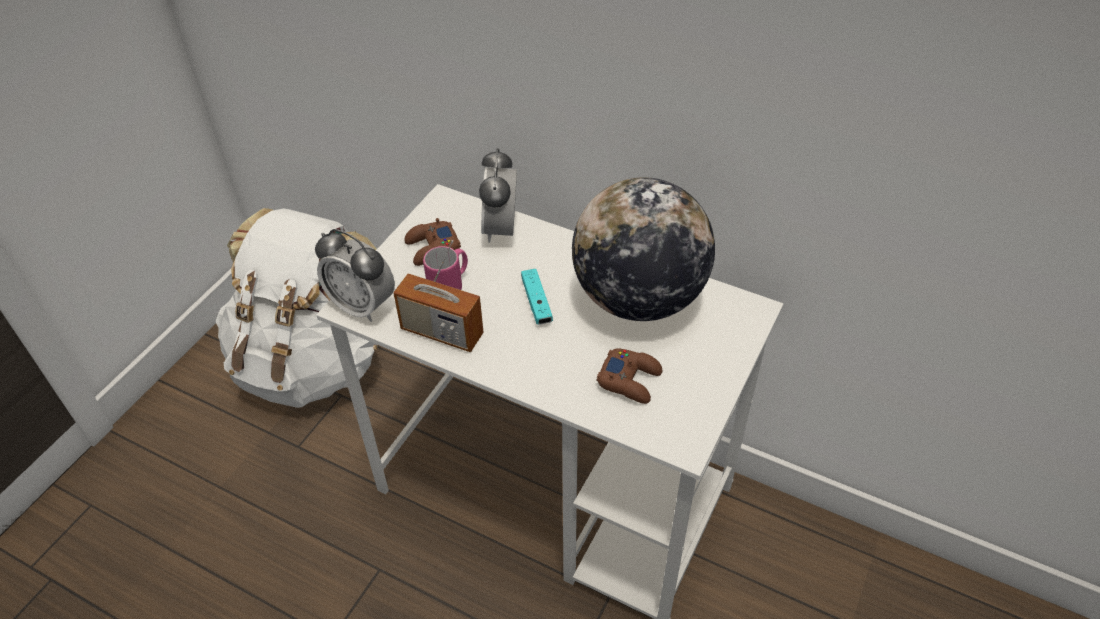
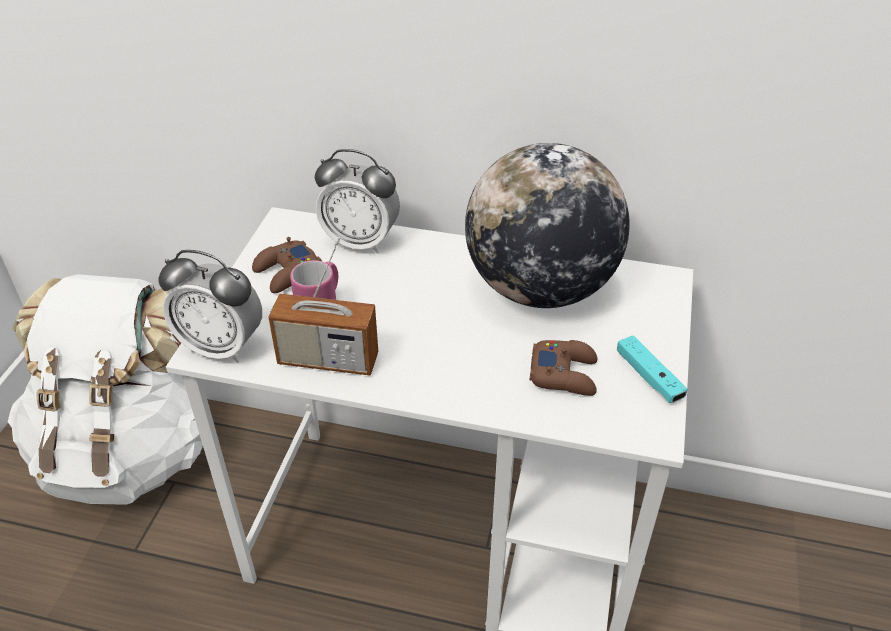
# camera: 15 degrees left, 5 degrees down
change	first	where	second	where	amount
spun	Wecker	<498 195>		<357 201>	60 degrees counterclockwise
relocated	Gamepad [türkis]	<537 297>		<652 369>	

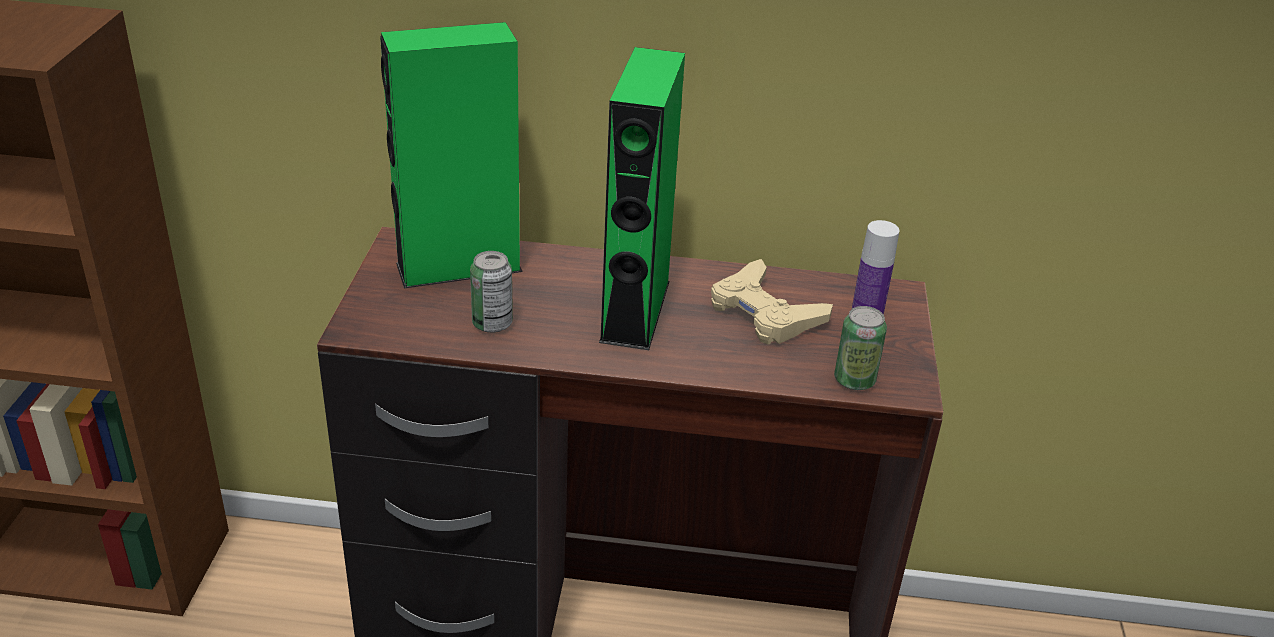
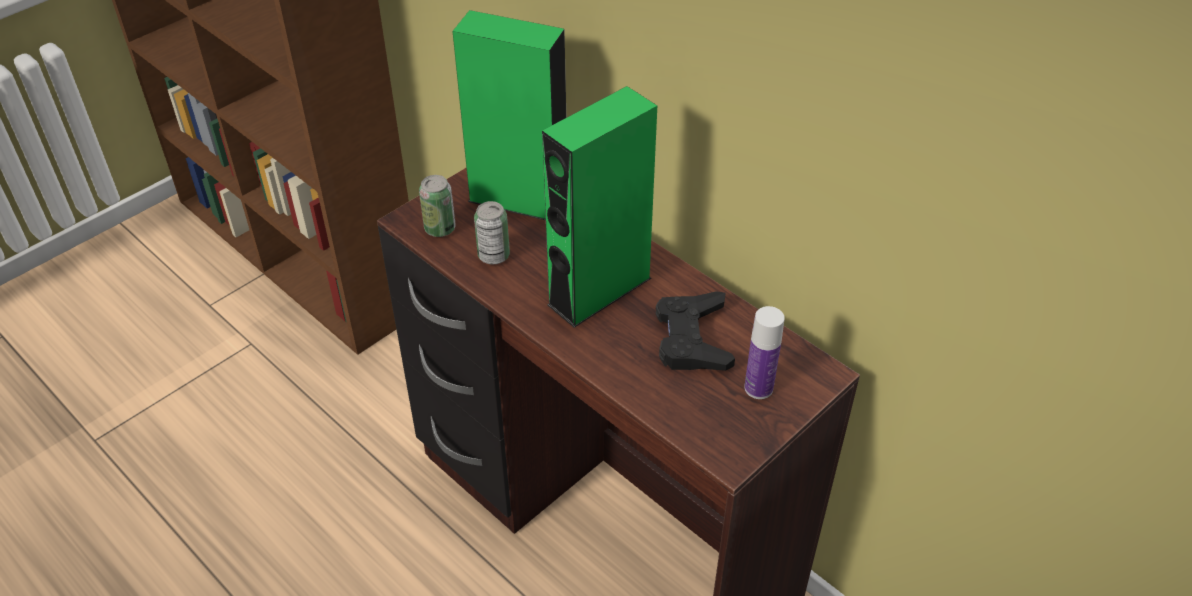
# camera: 40 degrees right, 10 degrees up
change	first	where	second	where	amount
colour	Gamepad [beige]	<772 302>	Gamepad [schwarz]	<695 331>	
relocated	Dose	<860 348>		<437 206>	

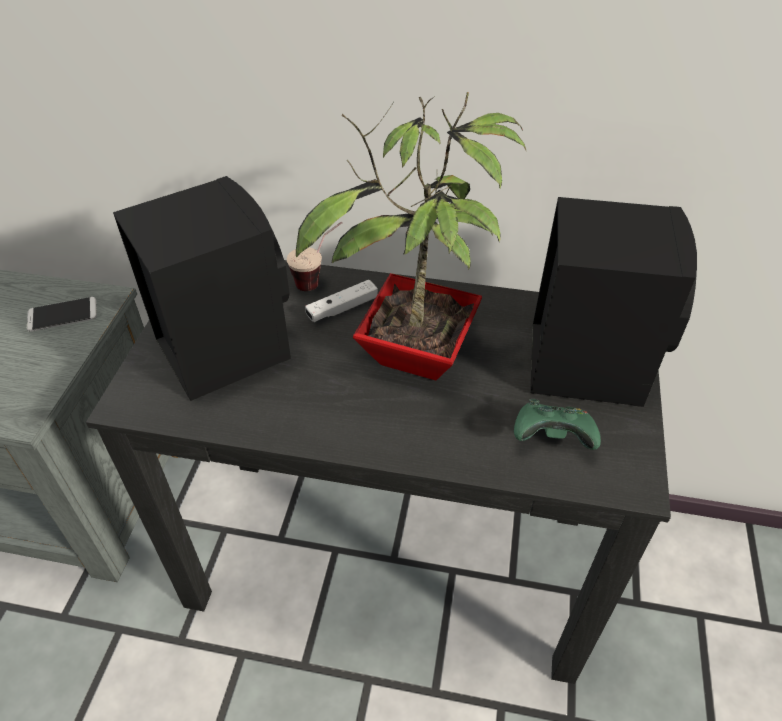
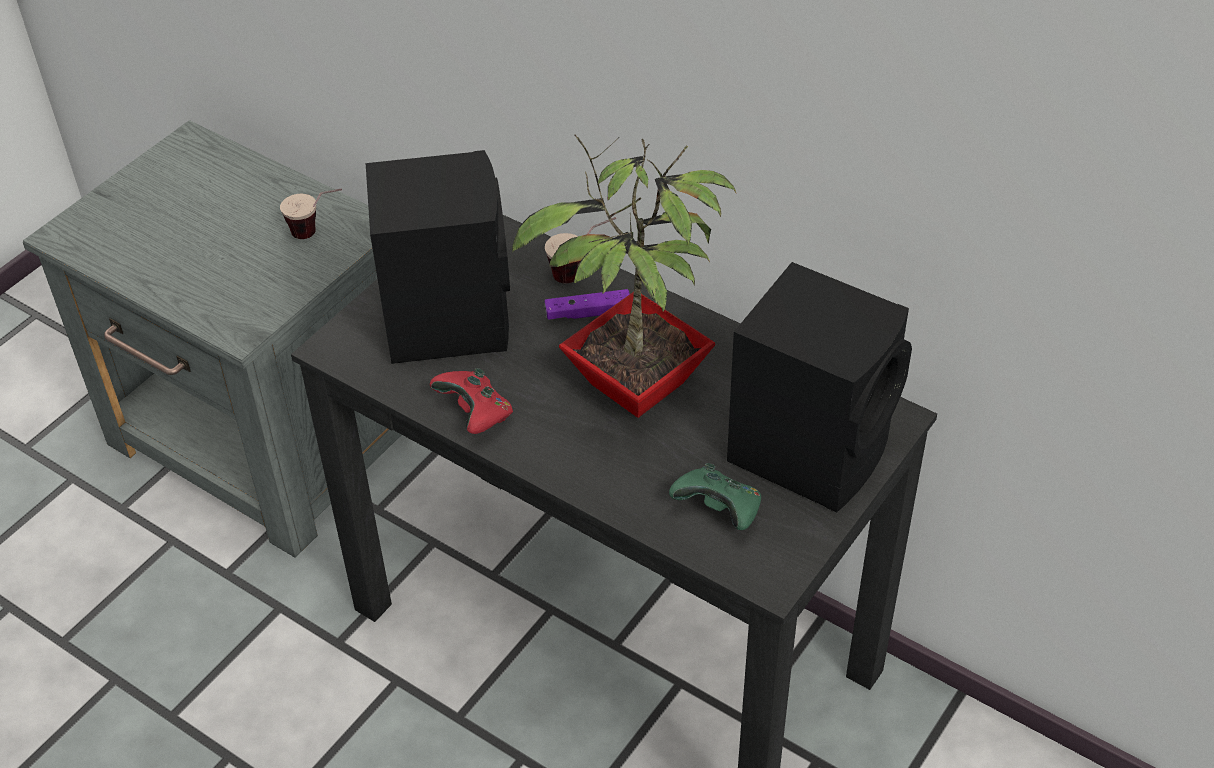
# camera: 25 degrees right, 0 degrees up
change	first	where	second	where	amount
exchanged	Handy	<62 314>	Tasse	<311 213>	
colour	Gamepad [weiß]	<341 301>	Gamepad [lila]	<587 304>	
appeared			Gamepad [rot]	<471 401>	

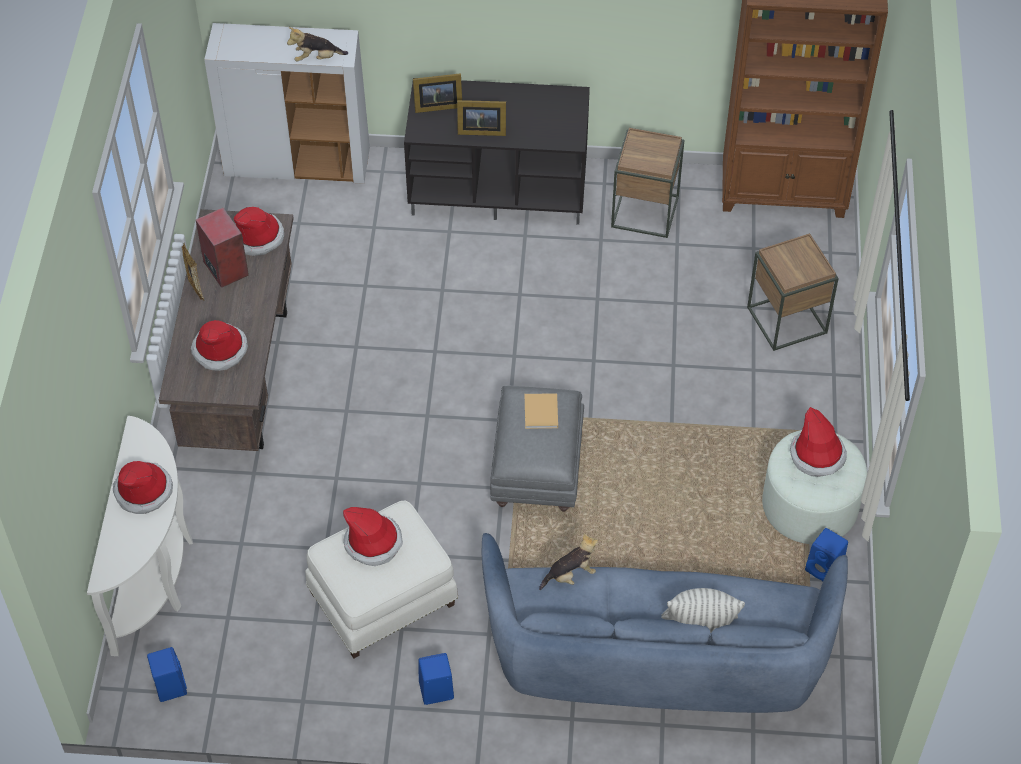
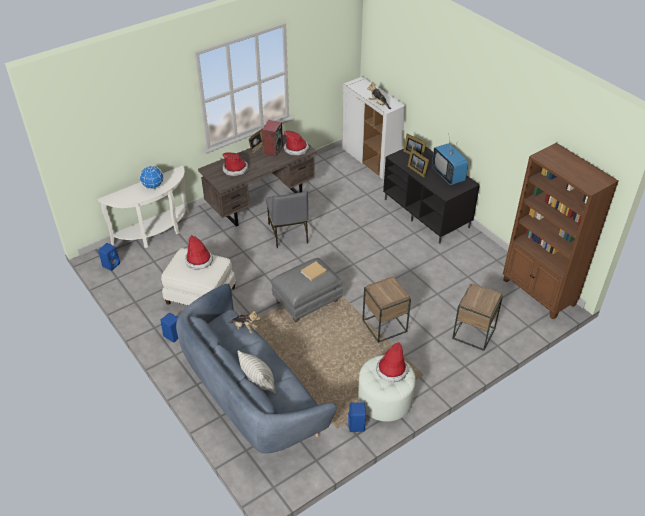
# camera: 50 degrees right, 10 degrees down
change	first	where	second	where	amount
exchanged	Hut	<143 487>	Globus	<152 177>	
relocated	Beistelltisch [braun]	<647 183>		<386 309>	
appeared			Stuhl [grau]	<287 219>	
appeared			Fernseher	<450 162>	

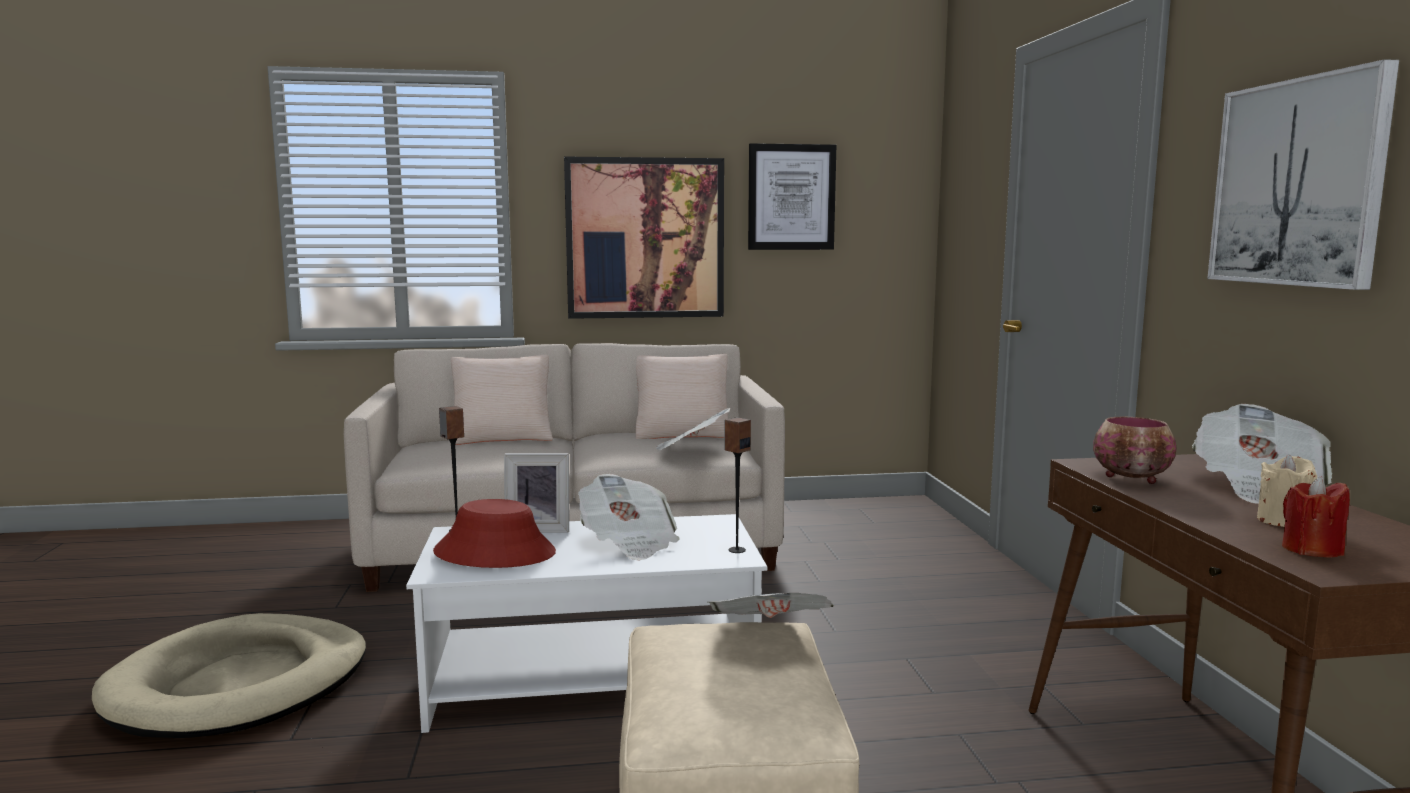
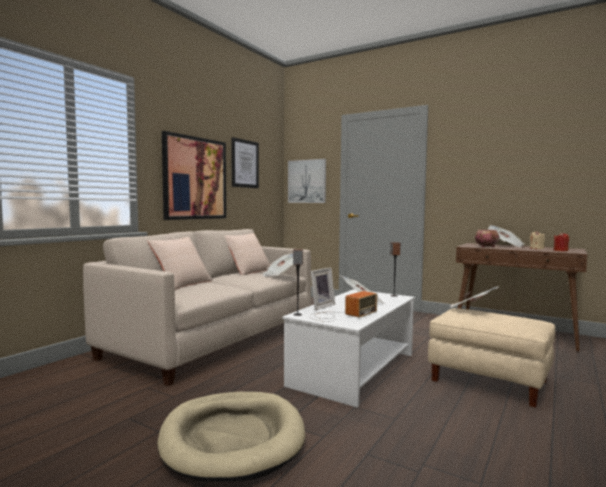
# camera: 50 degrees left, 5 degrees down
change	first	where	second	where	amount
exchanged	Hut [rot]	<494 533>	Radio	<343 306>	
relocated	Bild	<1303 174>		<307 181>	

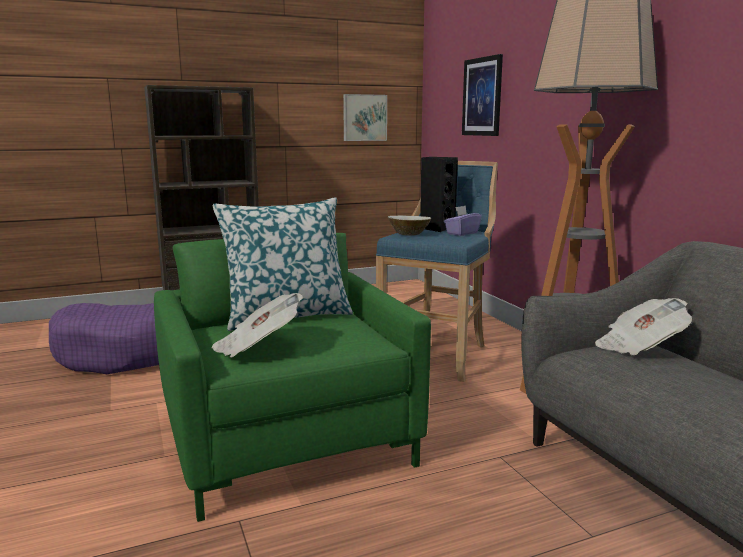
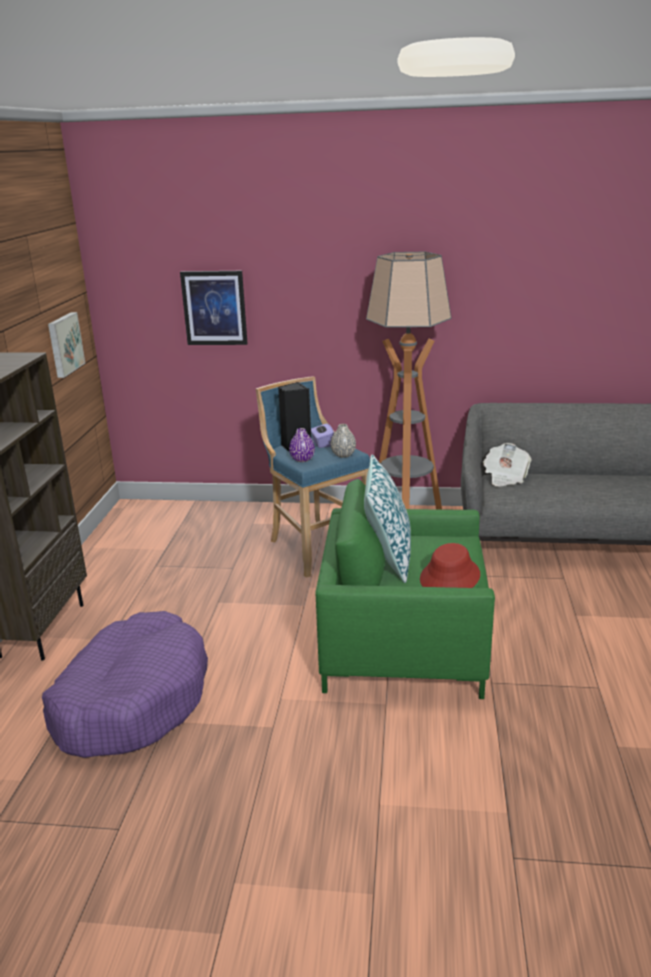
# camera: 60 degrees left, 10 degrees up
change	first	where	second	where	amount
exchanged	Zeitung	<257 325>	Hut [rot]	<450 565>	
exchanged	Schüssel [beige]	<409 226>	Vase [lila]	<302 445>	
appeared			Vase [grau]	<343 440>	

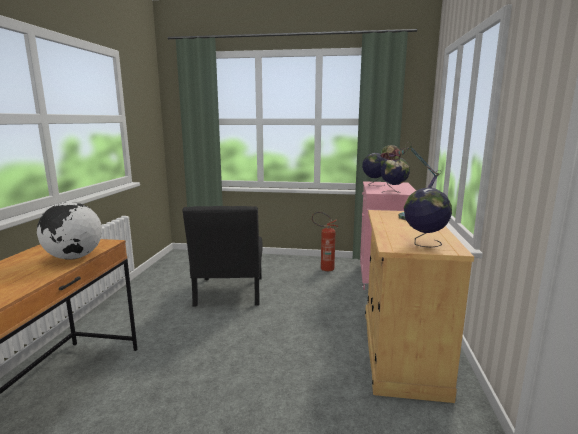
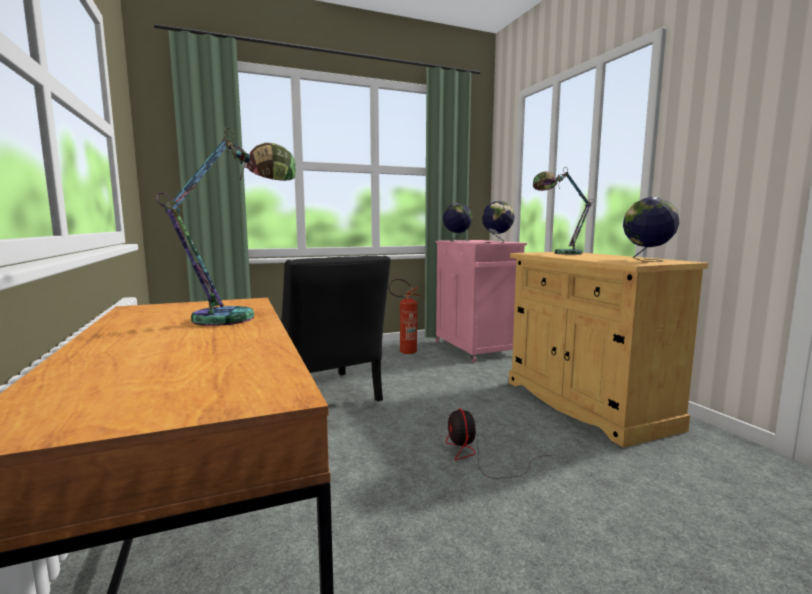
# camera: 30 degrees left, 5 degrees down
change	first	where	second	where	amount
exchanged	Globus	<69 230>	Tischlampe	<226 226>	
appeared			Ventilator	<498 444>	

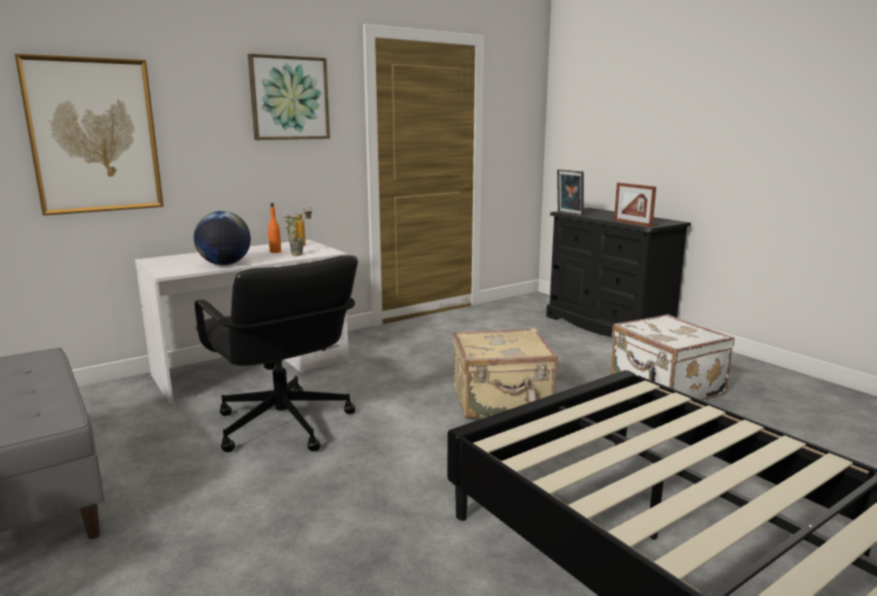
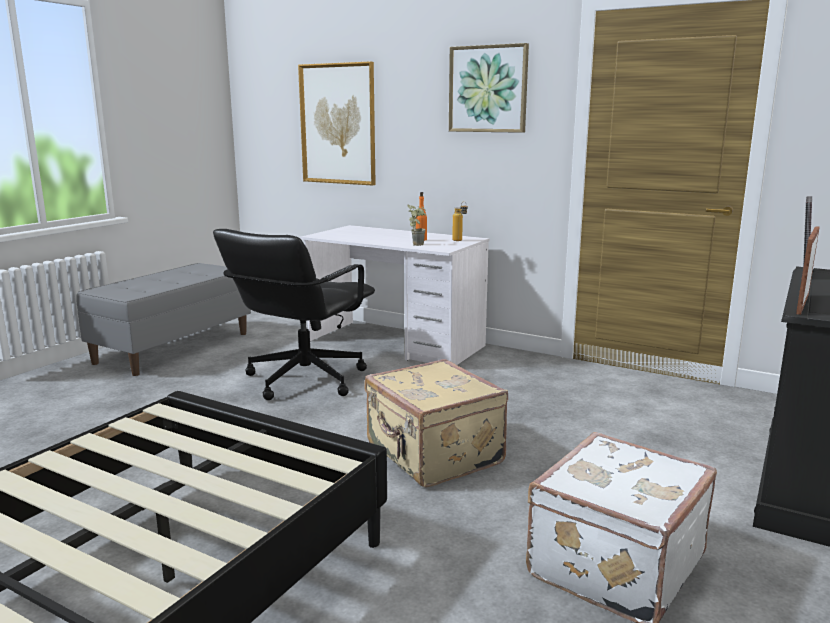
# camera: 65 degrees right, 0 degrees up
change	first	where	second	where	amount
missing	Globus	<222 238>			

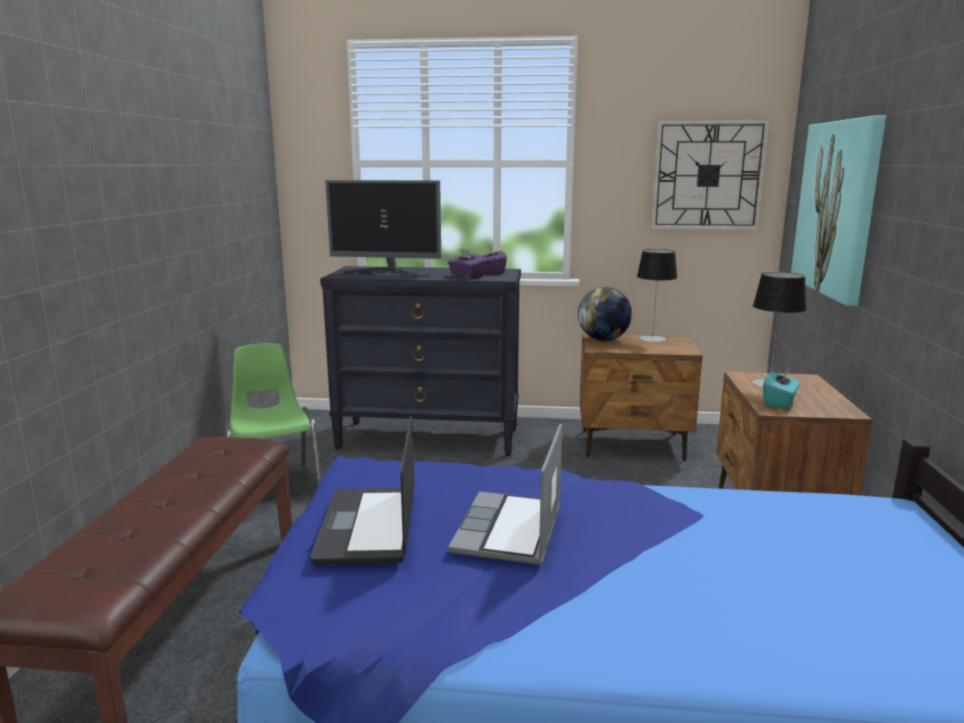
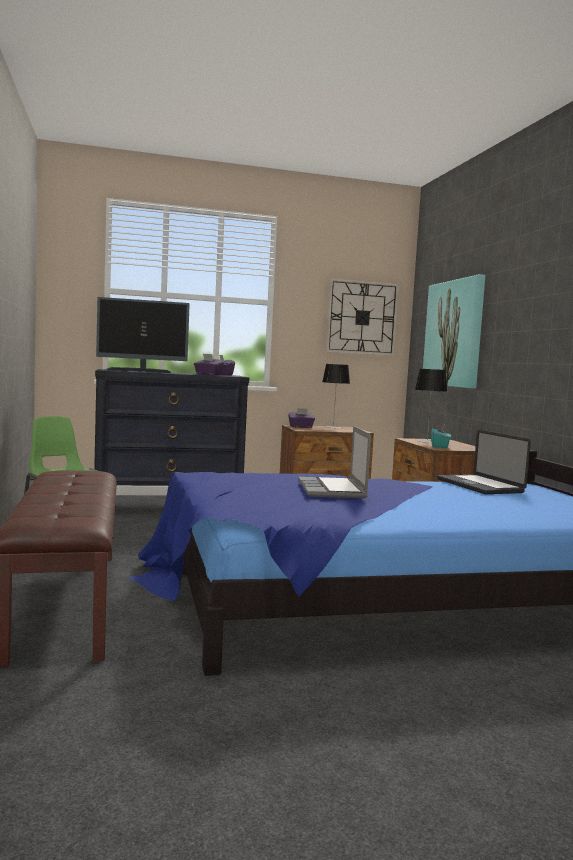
# camera: 20 degrees left, 10 degrees down
change	first	where	second	where	amount
relocated	Laptop	<362 490>		<484 462>	
exchanged	Globus	<605 314>	Taschentuchbox [lila]	<301 418>	

